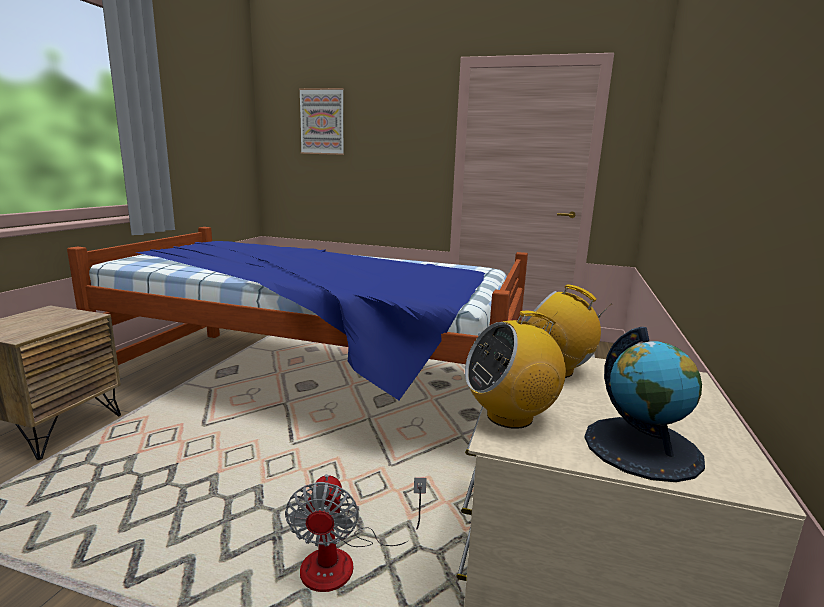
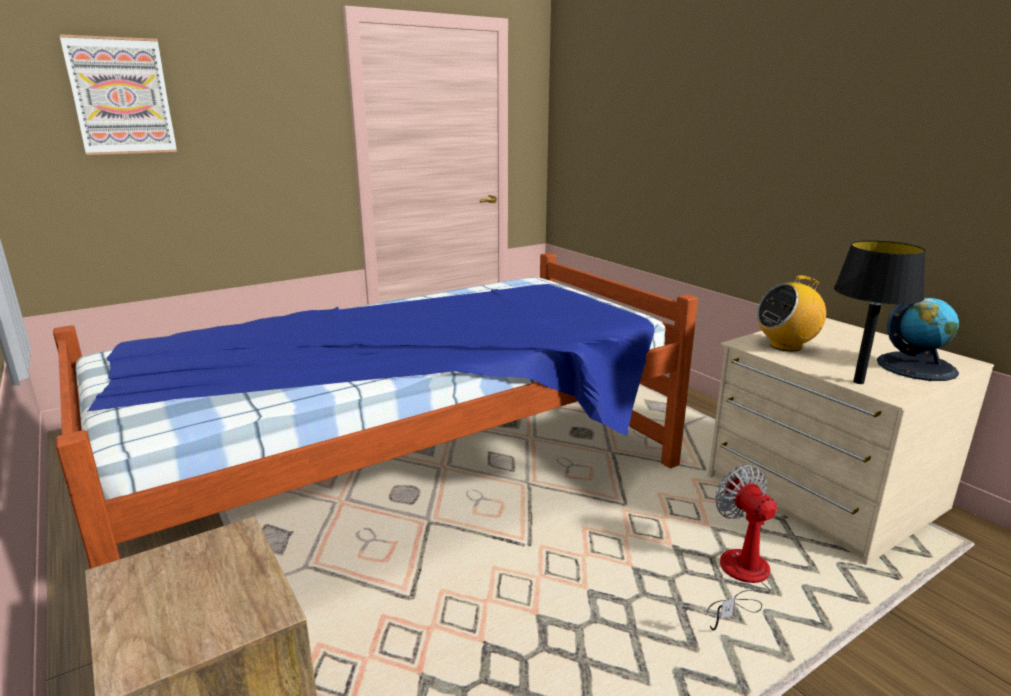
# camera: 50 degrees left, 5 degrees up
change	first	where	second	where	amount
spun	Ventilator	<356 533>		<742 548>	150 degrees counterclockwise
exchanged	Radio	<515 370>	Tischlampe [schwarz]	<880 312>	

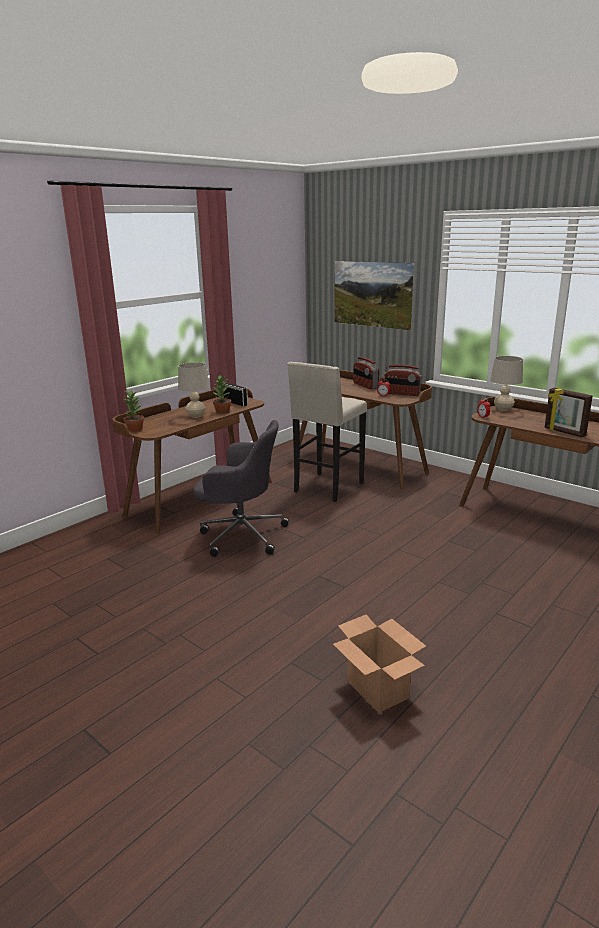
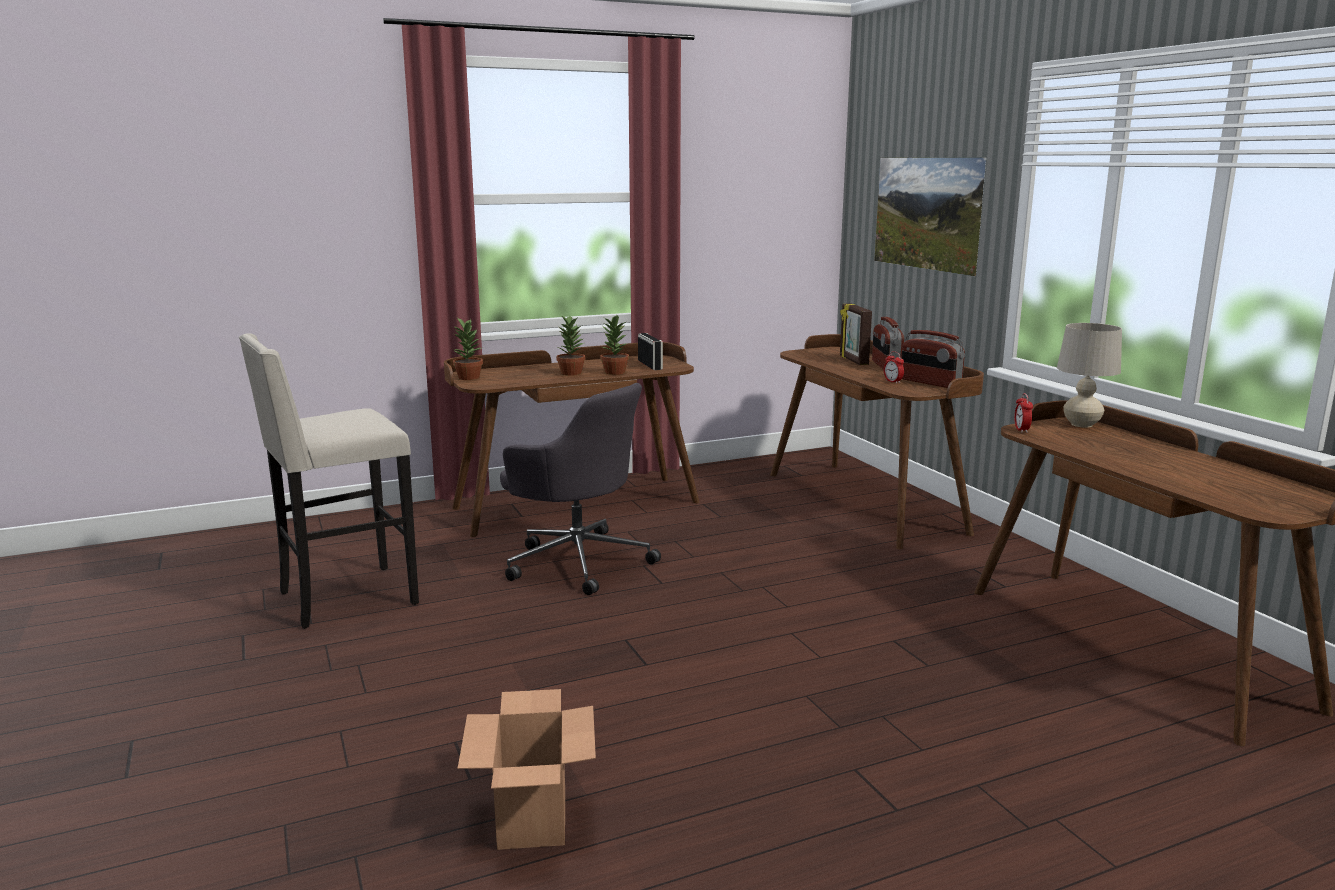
# camera: 25 degrees right, 5 degrees down
change	first	where	second	where	amount
exchanged	Tischlampe [beige]	<194 390>	Topfpflanze	<570 345>	
relocated	Hocker [beige]	<327 432>		<329 481>	
relocated	Bilderrahmen	<569 412>		<856 334>	

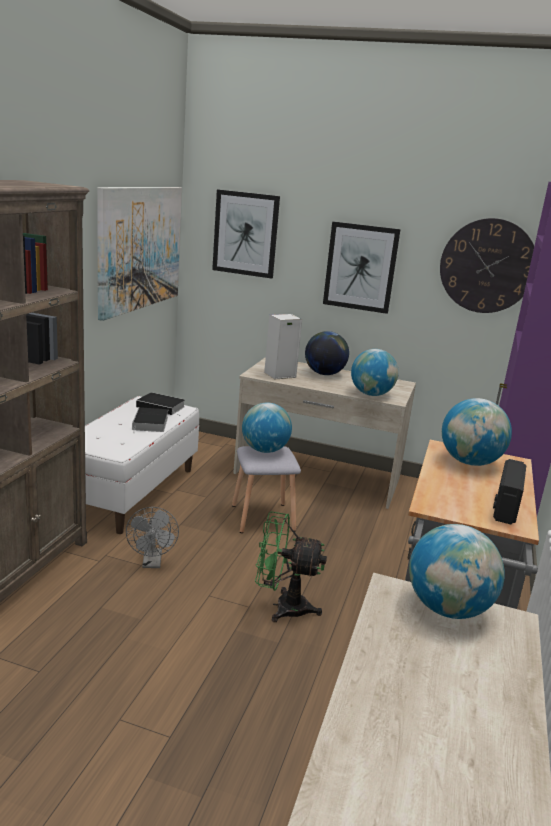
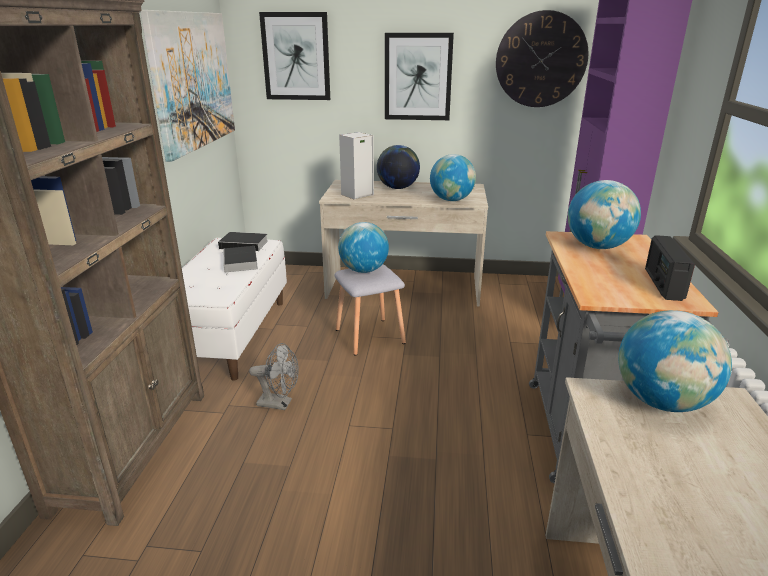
# camera: 10 degrees left, 5 degrees up
change	first	where	second	where	amount
spun	Ventilator [grau]	<152 537>		<274 376>	60 degrees counterclockwise
missing	Ventilator [grün]	<291 566>			

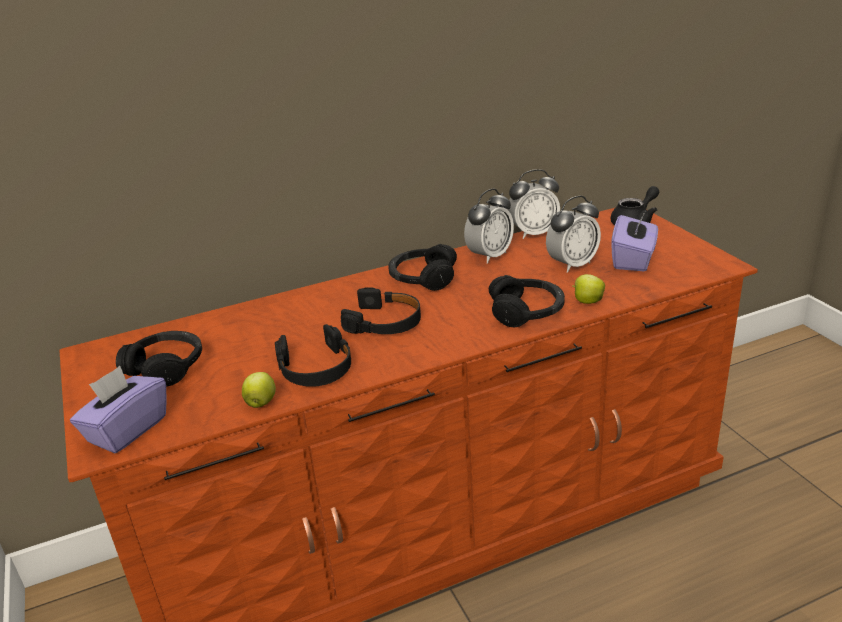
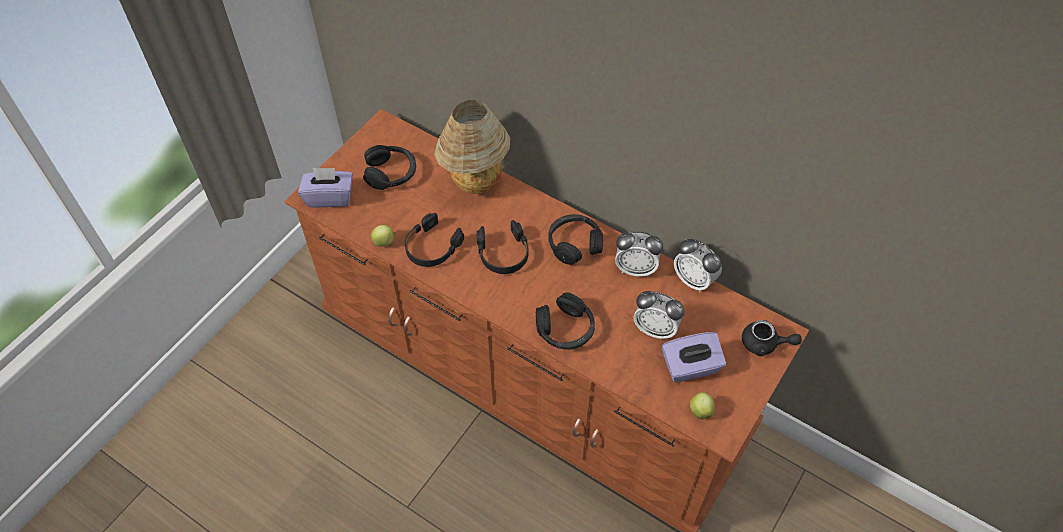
# camera: 55 degrees right, 25 degrees up
change	first	where	second	where	amount
relocated	Apfel	<588 289>		<702 405>	
appeared			Tischlampe	<472 147>	

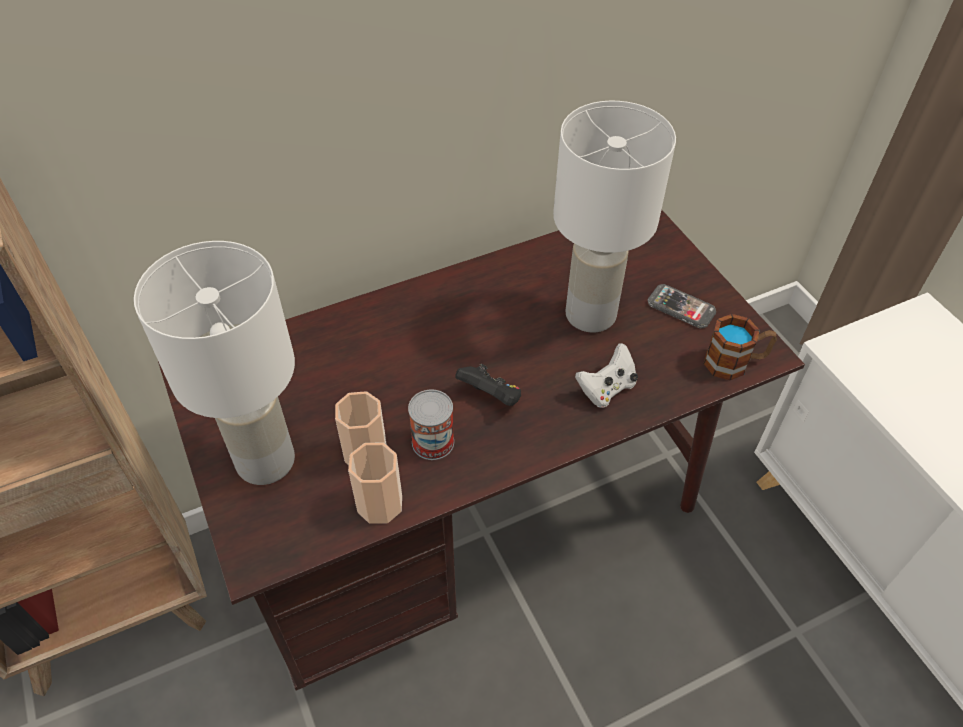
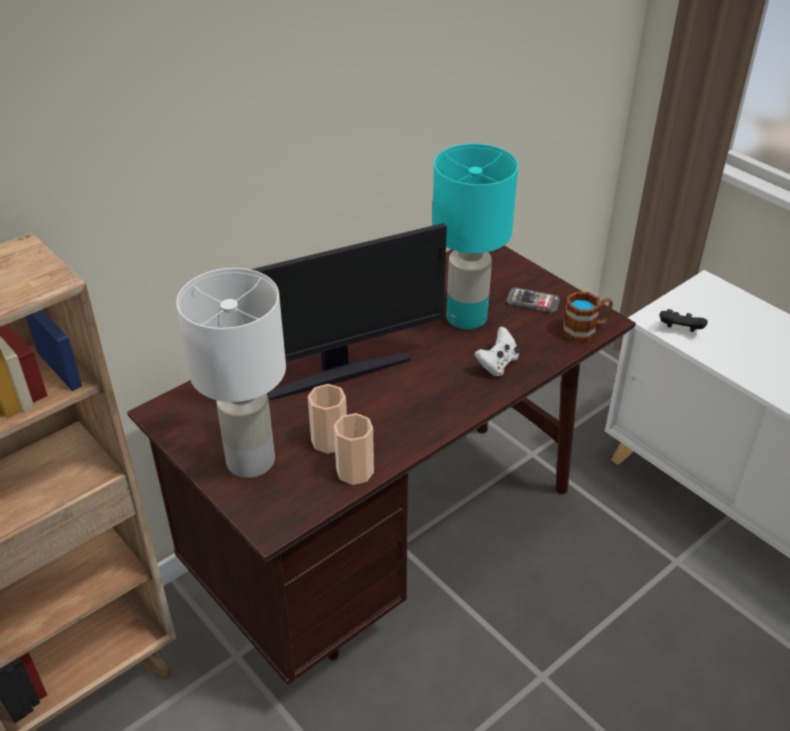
# camera: 15 degrees left, 10 degrees down
change	first	where	second	where	amount
missing	Dose	<431 425>			
relocated	Gamepad [schwarz]	<488 385>		<683 320>	
colour	Tischlampe [weiß]	<614 217>	Tischlampe [türkis]	<475 237>	
appeared			Monitor	<348 311>	

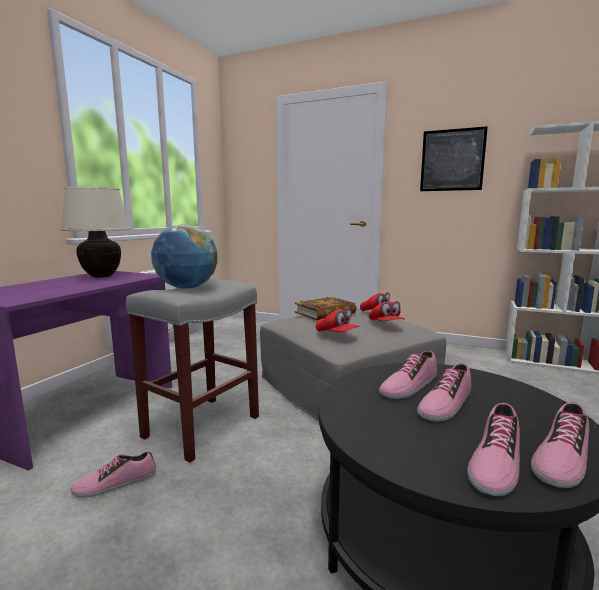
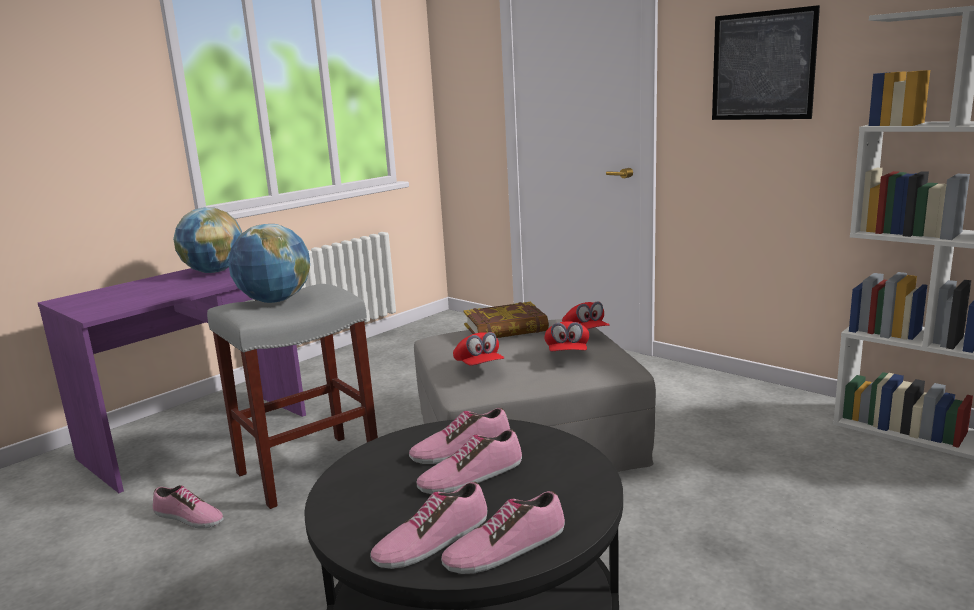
# camera: 20 degrees right, 5 degrees up
change	first	where	second	where	amount
exchanged	Tischlampe [beige]	<95 232>	Globus	<207 240>	
spun	Schuh	<113 474>		<188 506>	150 degrees counterclockwise

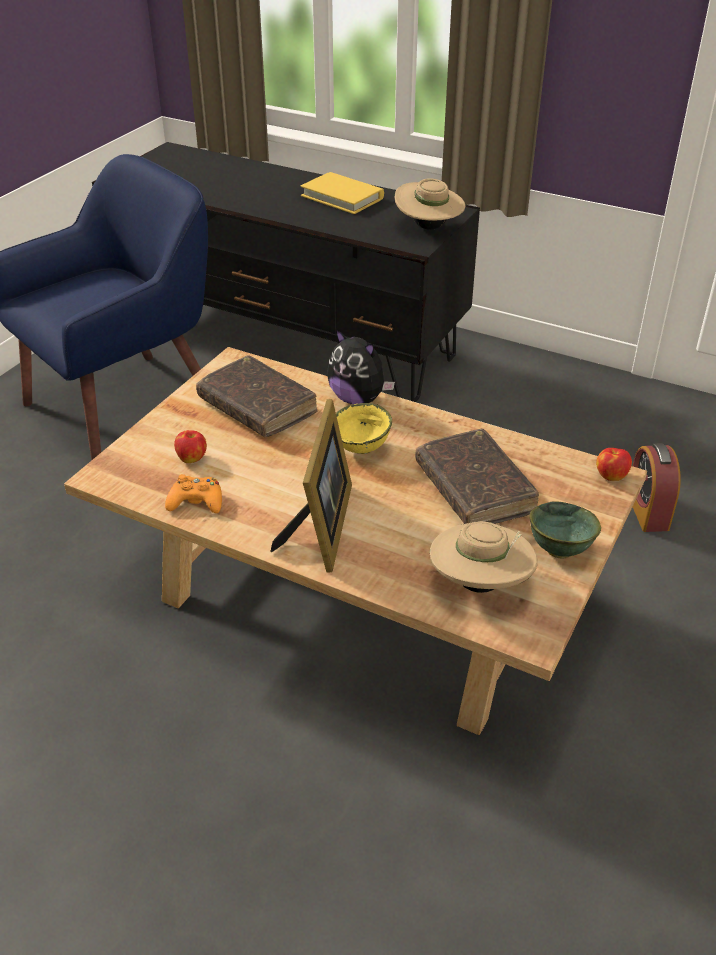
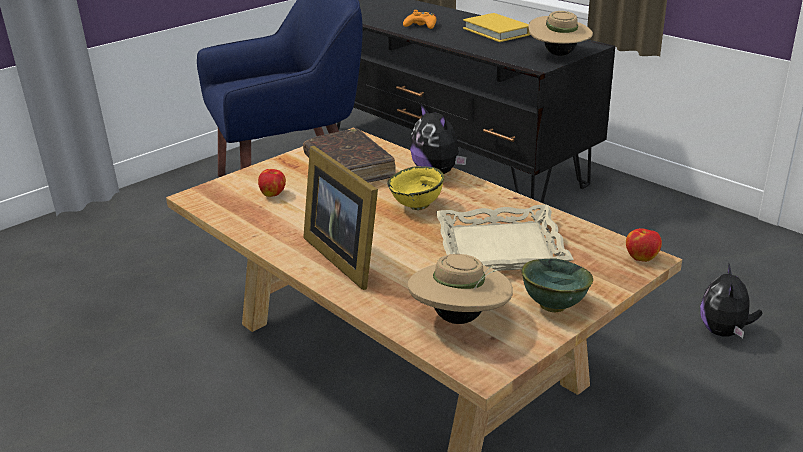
# camera: 20 degrees right, 10 degrees down
change	first	where	second	where	amount
relocated	Gamepad [orange]	<193 493>		<419 19>	
spun	Bilderrahmen	<311 486>		<340 218>	120 degrees clockwise
exchanged	Buch [braun]	<477 476>	Tablett [beige]	<505 238>	
exchanged	Wecker	<657 487>	Plüschtier	<731 300>	

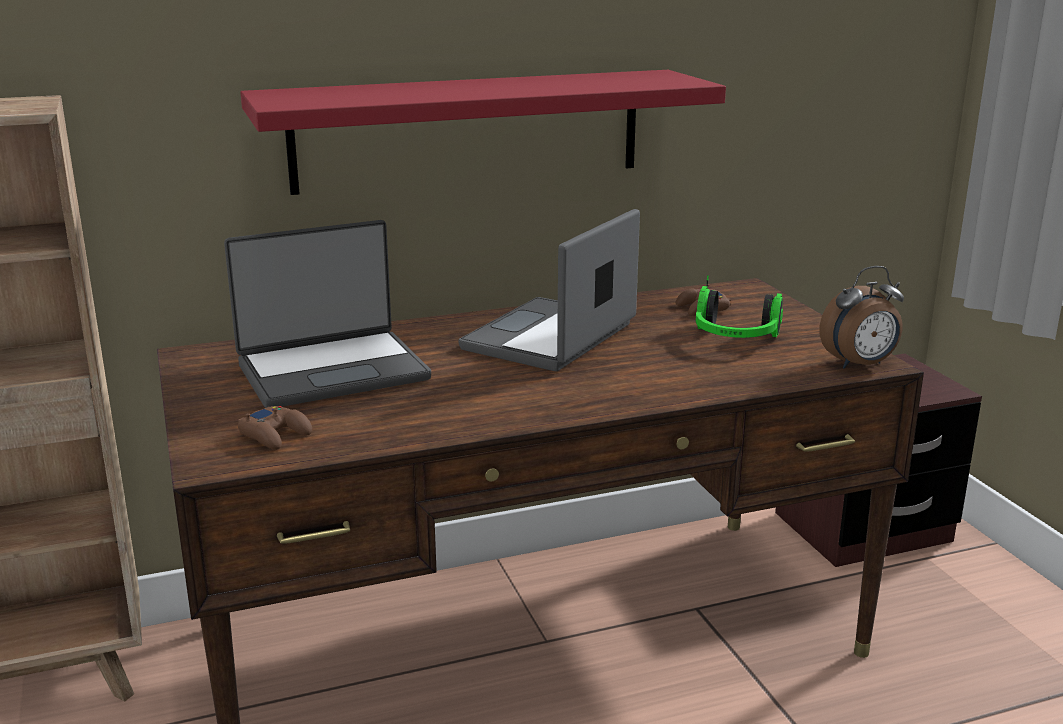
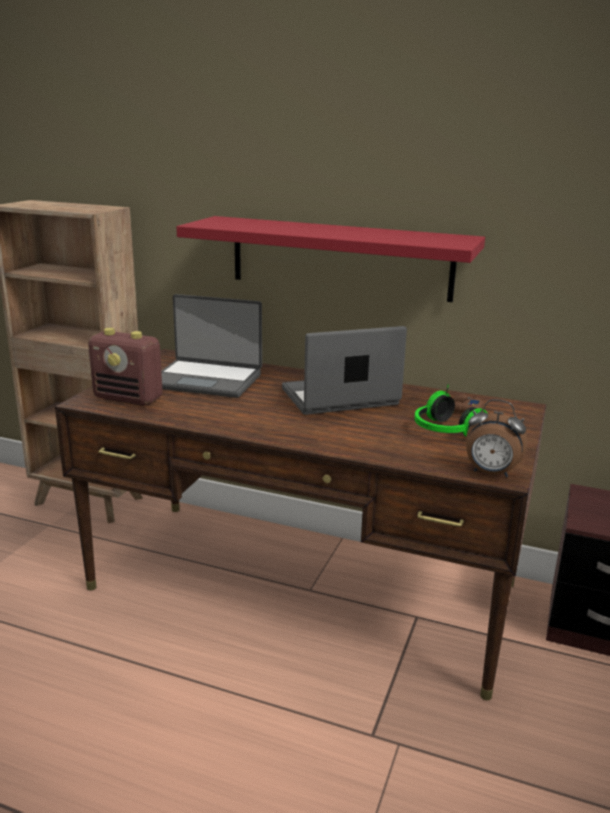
# camera: 40 degrees right, 0 degrees up
change	first	where	second	where	amount
exchanged	Gamepad [braun]	<275 428>	Radio	<125 367>	

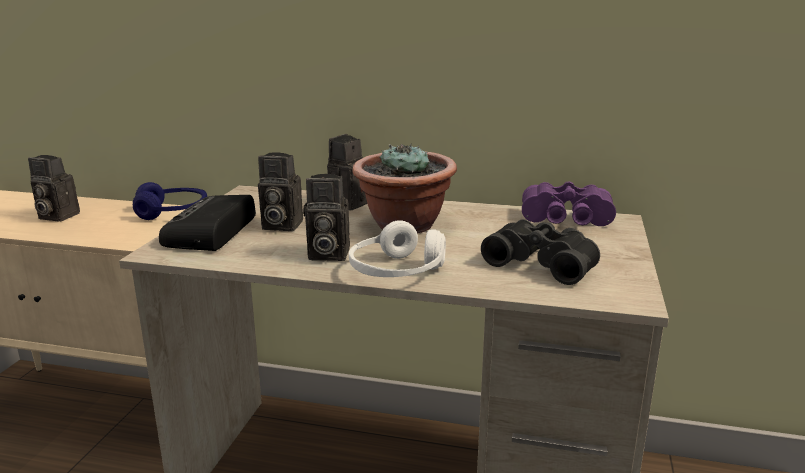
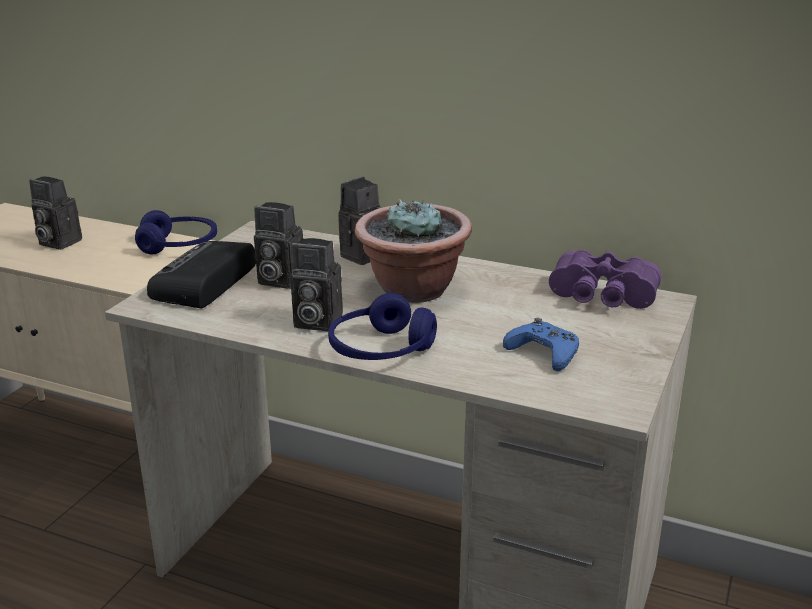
# camera: 10 degrees right, 5 degrees up
change	first	where	second	where	amount
colour	Kopfhörer [weiß]	<397 248>	Kopfhörer [blau]	<382 326>	
exchanged	Fernglas [schwarz]	<540 252>	Gamepad [blau]	<541 344>	

